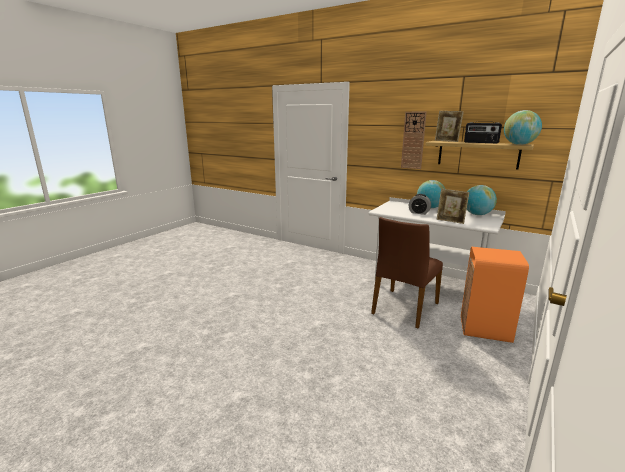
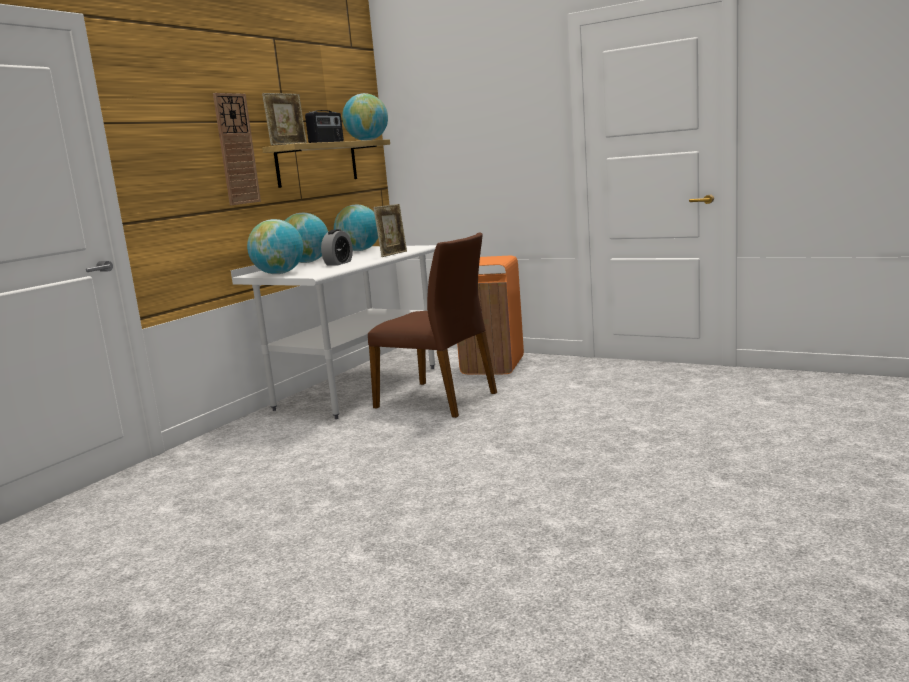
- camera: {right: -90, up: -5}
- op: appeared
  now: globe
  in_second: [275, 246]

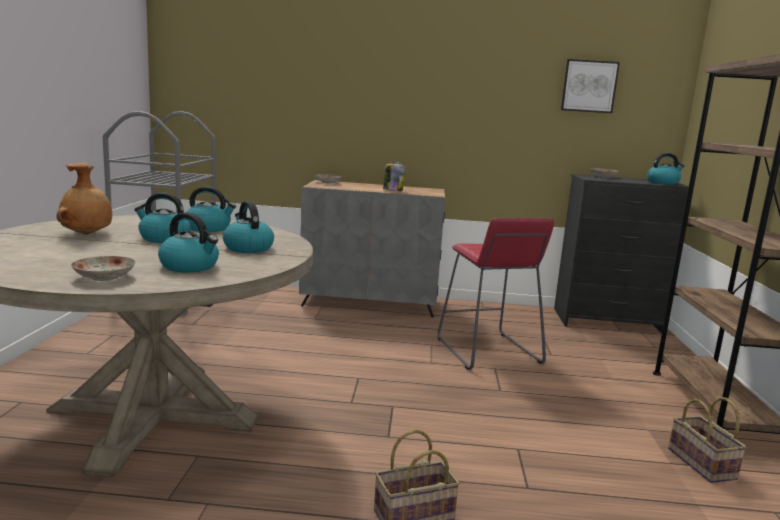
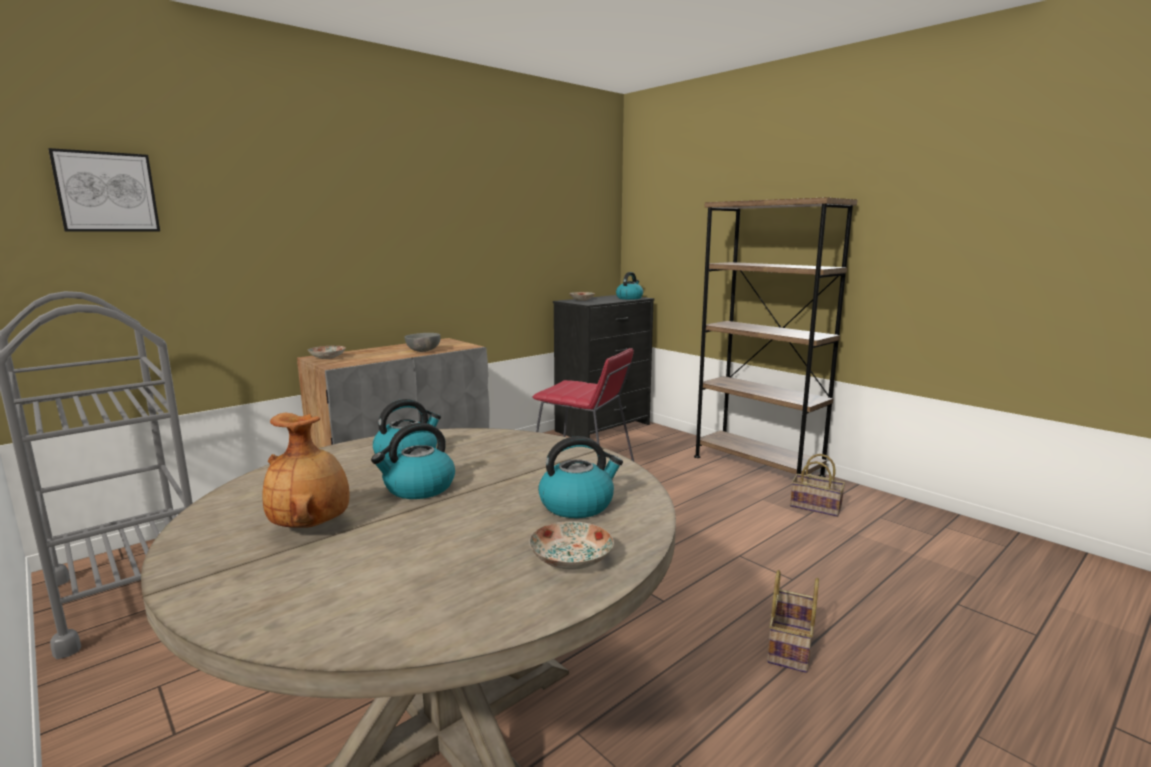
- camera: {right: -45, up: 0}
- op: missing
  was: kettle
  in_first: [248, 227]
- op: exchanged
  was: preserve jar
  now: bowl (gray)
  in_first: [394, 176]
  in_second: [423, 342]
- op: relocated
  was: wall picture
  in_first: [590, 86]
  in_second: [104, 189]

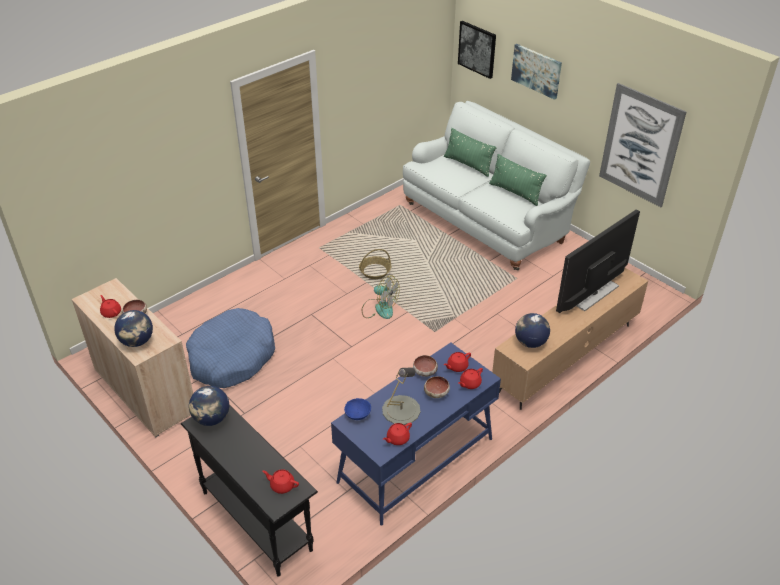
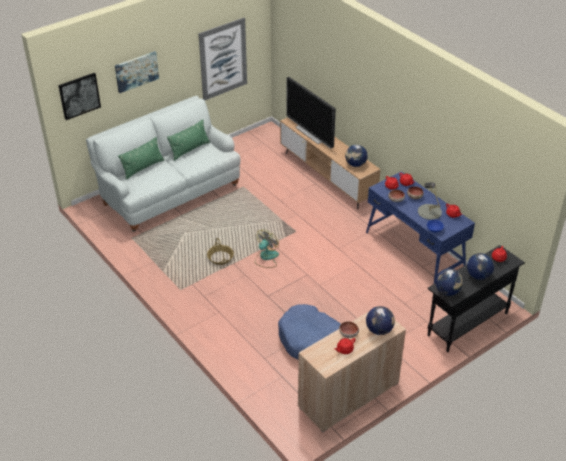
- camera: {right: -85, up: 0}
- op: appeared
  now: globe
  in_second: [480, 266]

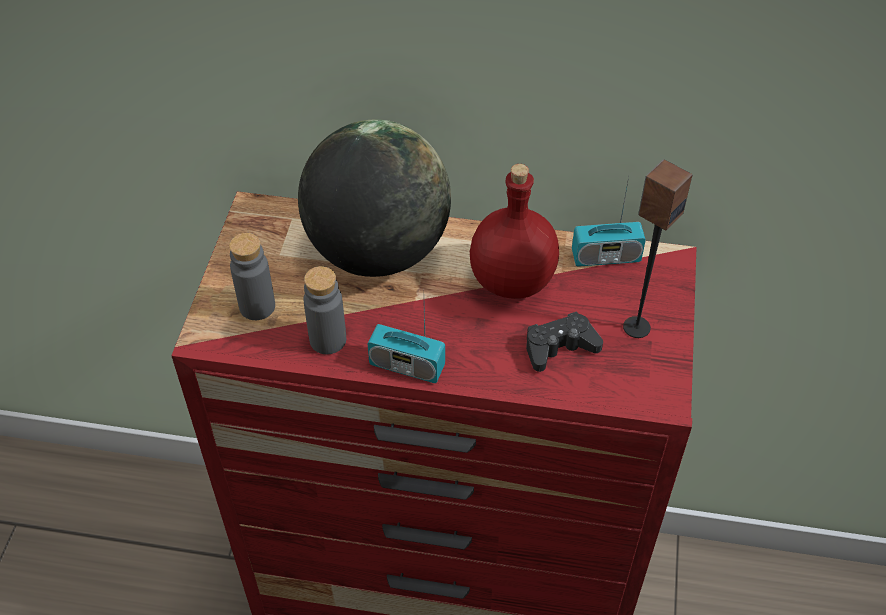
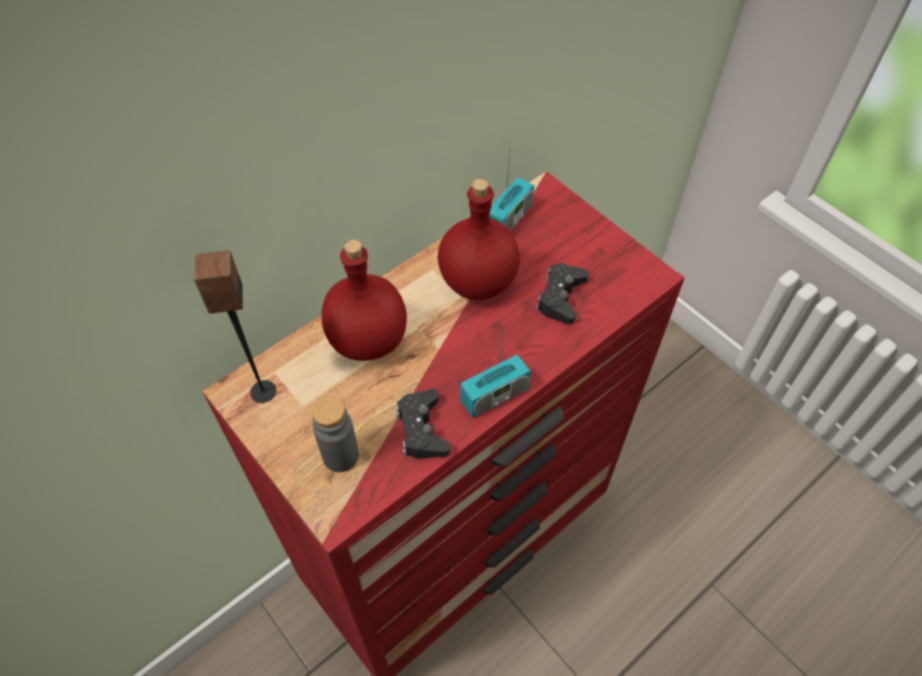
- camera: {right: -50, up: 5}
- op: exchanged
  was: globe
  now: bottle (red-coloured)
  in_first: [374, 198]
  in_second: [364, 300]
- op: exchanged
  was: bottle (gray)
  now: gamepad (blackish)
  in_first: [324, 310]
  in_second: [423, 424]
- op: relocated
  was: loudspeaker
  in_first: [657, 248]
  in_second: [235, 326]

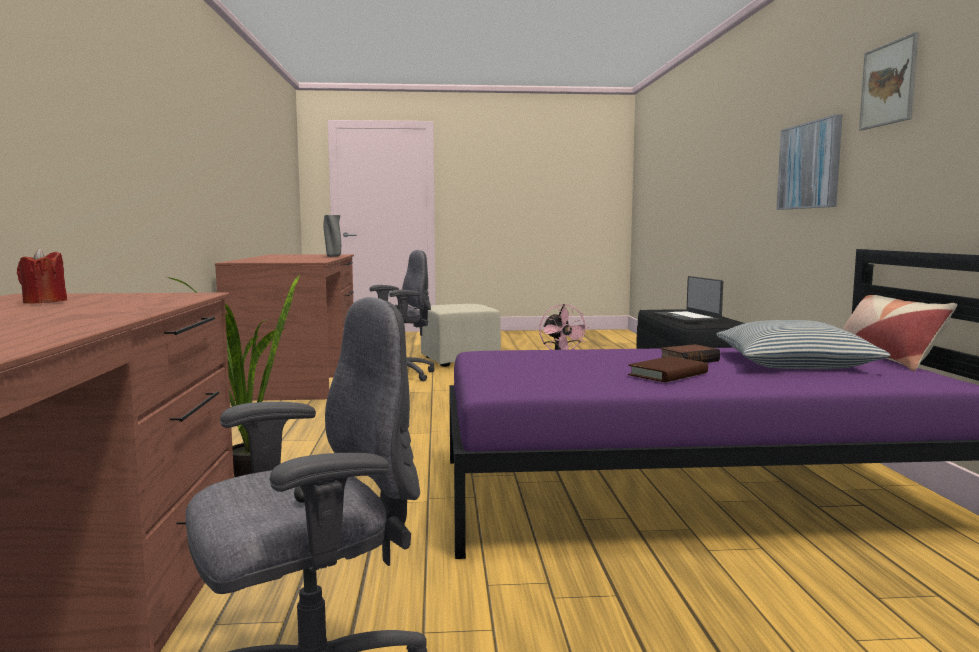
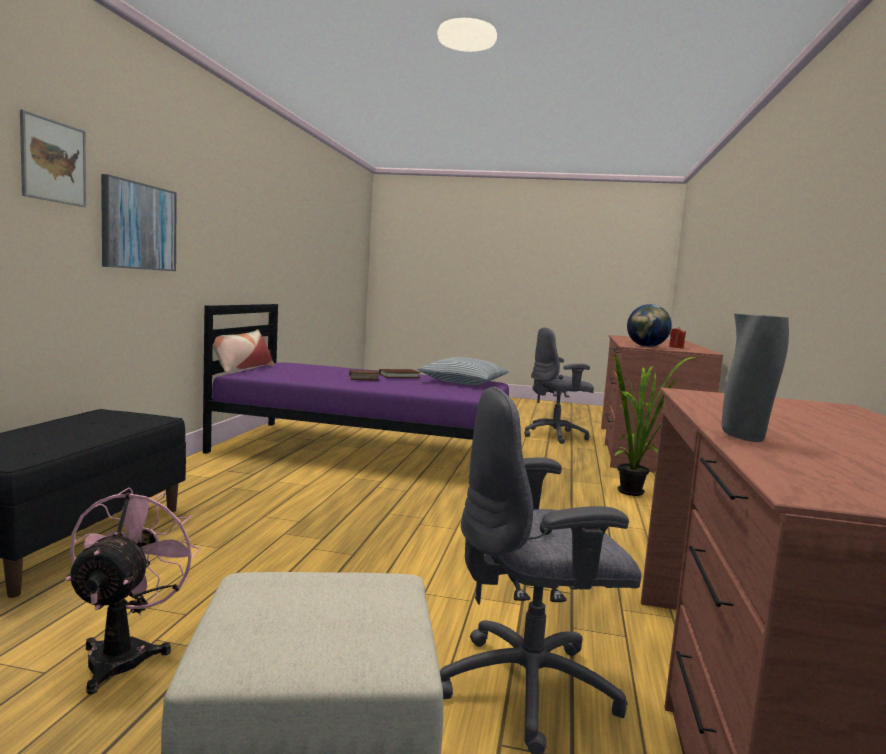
- camera: {right: -165, up: 0}
- op: missing
  was: laptop
  in_first: [689, 299]
- op: relocated
  was: throw pillow
  in_first: [803, 344]
  in_second: [463, 371]
- op: relocated
  was: wall picture
  in_first: [889, 81]
  in_second: [53, 158]
- op: appeared
  now: globe
  in_second: [649, 325]

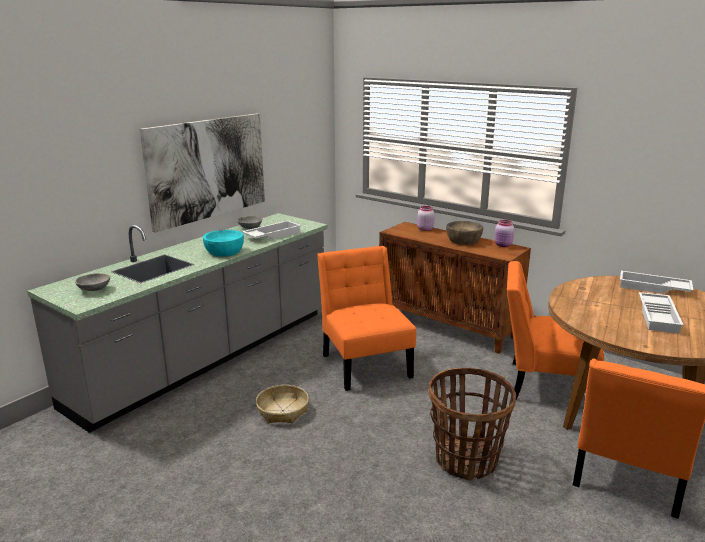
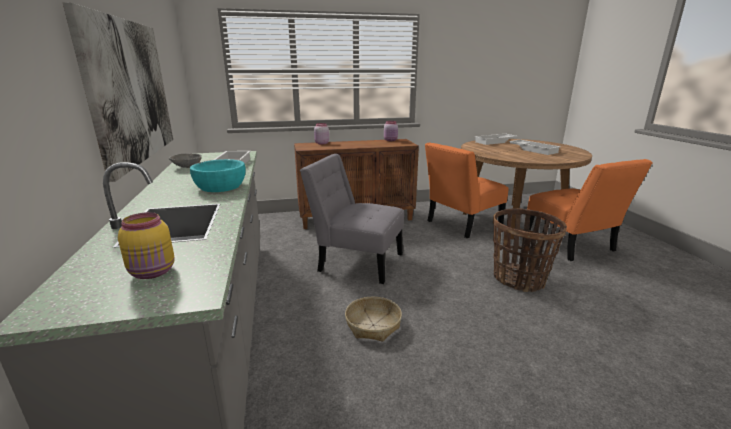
- camera: {right: -50, up: 0}
- op: exchanged
  was: bowl (gray)
  now: preserve jar (yellow)
  in_first: [92, 282]
  in_second: [146, 245]
- op: colour
  was: upright chair (orange-coloured)
  now: upright chair (gray)
  in_first: [366, 318]
  in_second: [352, 219]
- op: missing
  was: bowl (brownish)
  in_first: [464, 233]

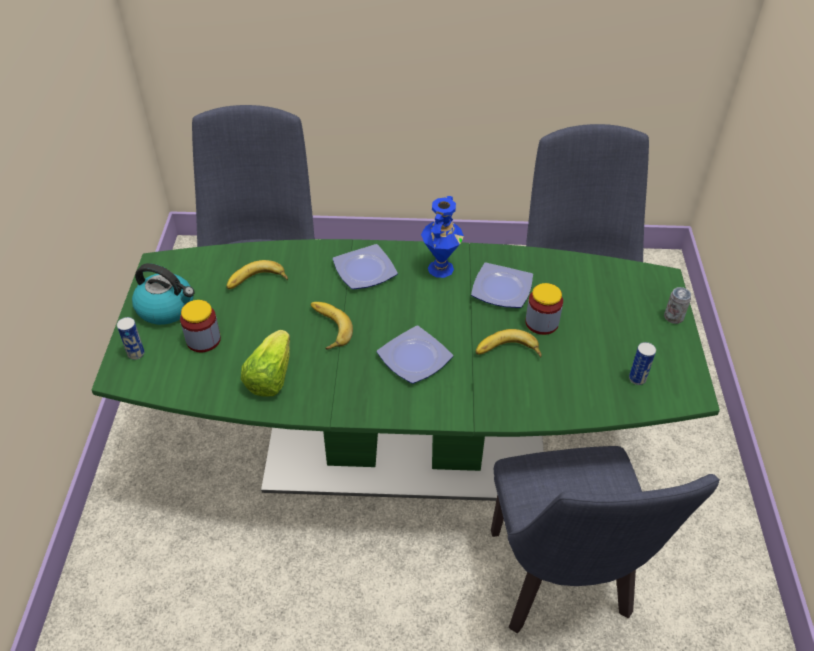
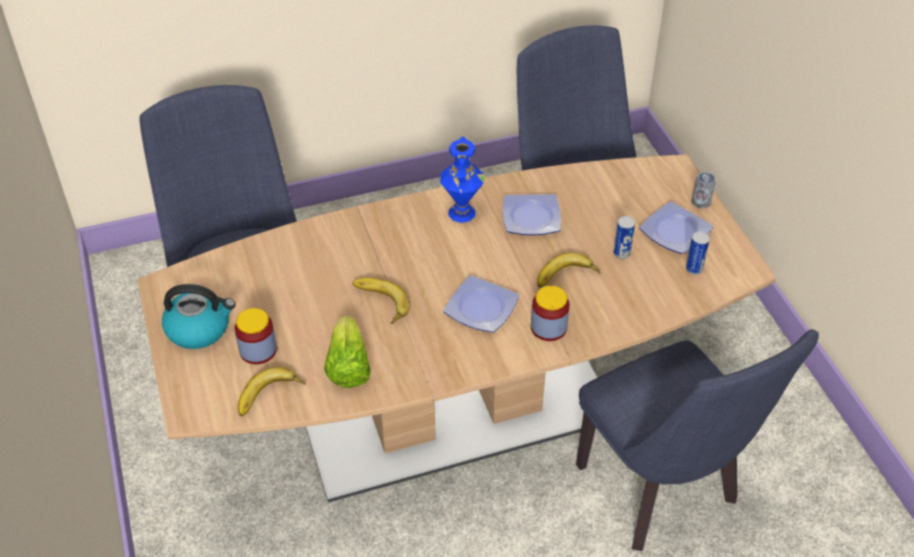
- camera: {right: -20, up: 0}
- op: colour
  was: kitchen table (greenish)
  now: kitchen table (brownish)
  in_first: [405, 370]
  in_second: [456, 328]
- op: relocated
  was: can
  in_first: [131, 338]
  in_second: [624, 237]
- op: relocated
  was: banana fruit
  in_first: [257, 274]
  in_second: [271, 392]
- op: relocated
  was: flat dish
  in_first: [365, 266]
  in_second: [676, 227]
- op: relocated
  was: preserve jar
  in_first: [544, 309]
  in_second: [550, 313]

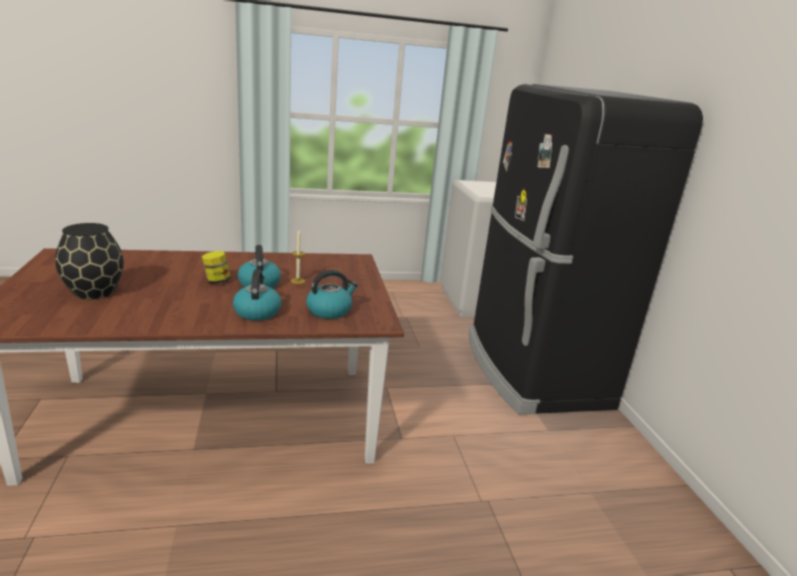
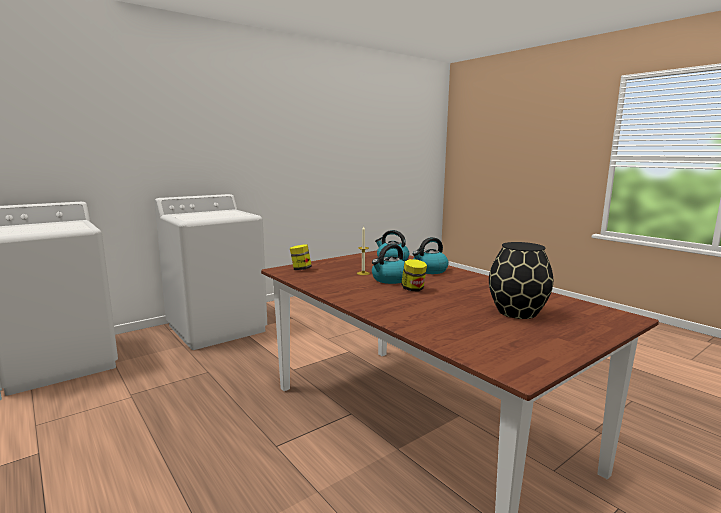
- camera: {right: -115, up: -10}
- op: exchanged
  was: refrigerator (blackish)
  now: laundry appliance (white-coloured)
  in_first: [585, 249]
  in_second: [210, 272]
- op: appeared
  now: preserve jar
  in_second: [301, 257]

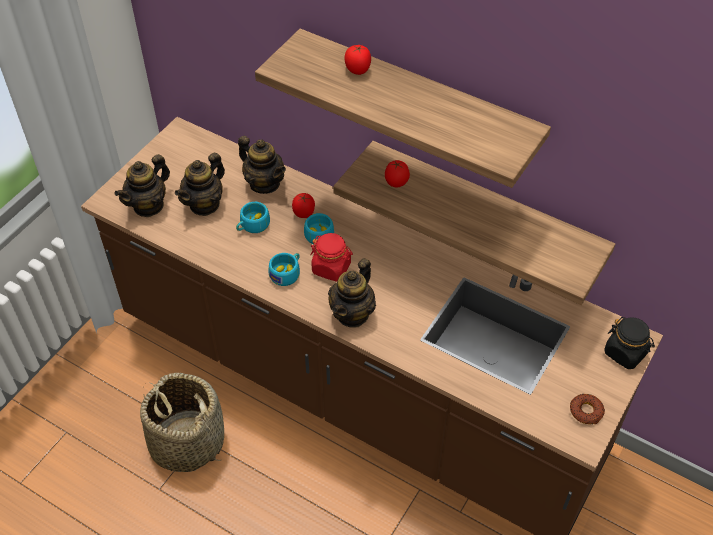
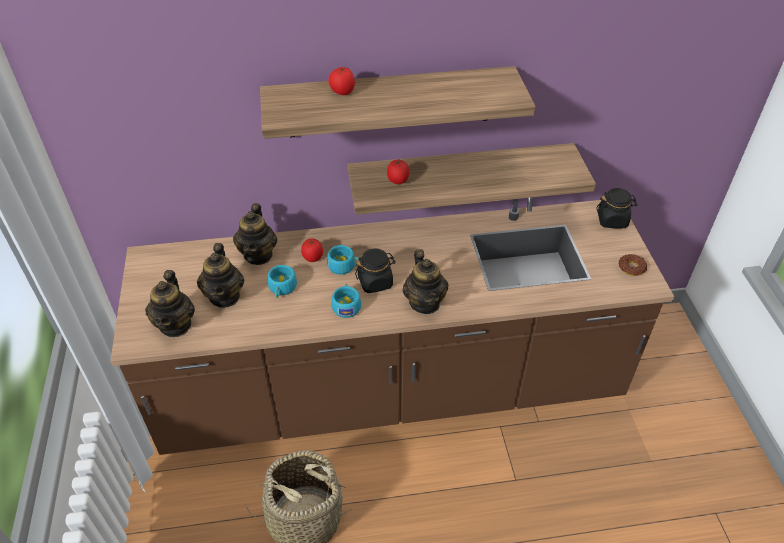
- camera: {right: -40, up: -5}
- op: spun
  was: pot for tea
  in_first: [262, 165]
  in_second: [255, 234]
  clockwise: 90
- op: colour
  was: preserve jar (red-coloured)
  now: preserve jar (blackish)
  in_first: [331, 257]
  in_second: [375, 270]

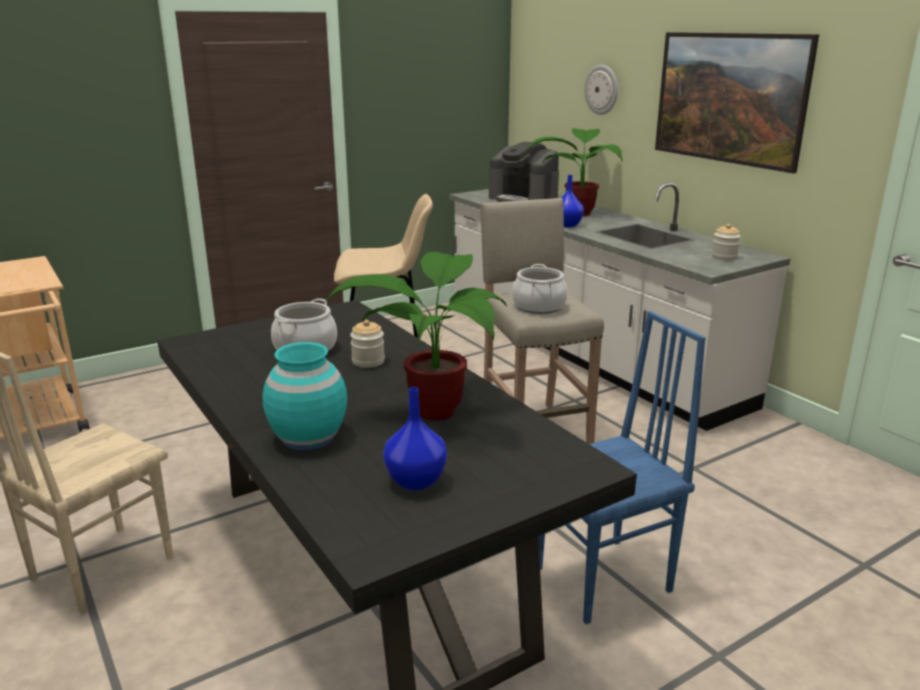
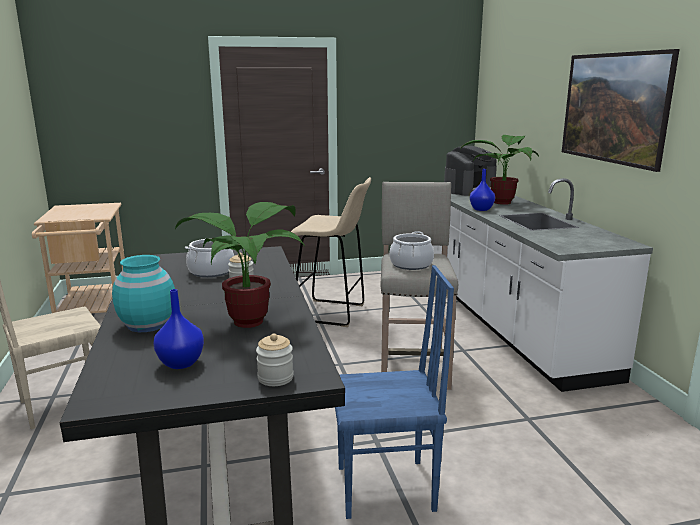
- camera: {right: 20, up: -5}
- op: spun
  was: coffee machine
  in_first: [524, 172]
  in_second: [470, 171]
  clockwise: -105
- op: missing
  was: hanging clock
  in_first: [601, 90]
- op: relocated
  was: preserve jar
  in_first: [726, 242]
  in_second: [274, 359]

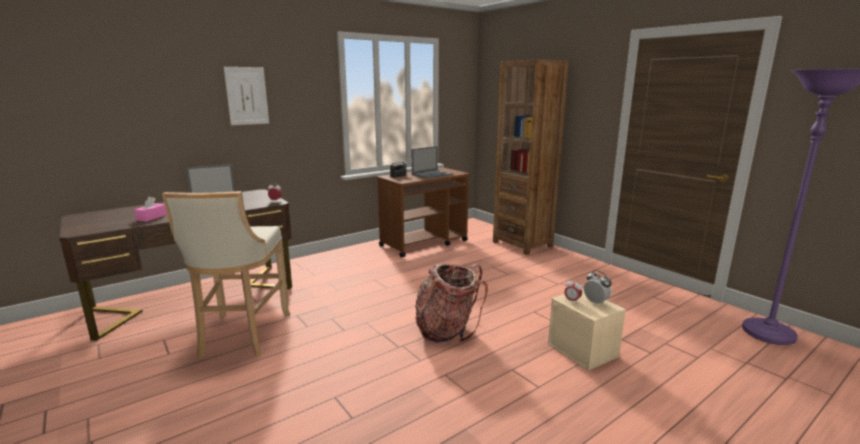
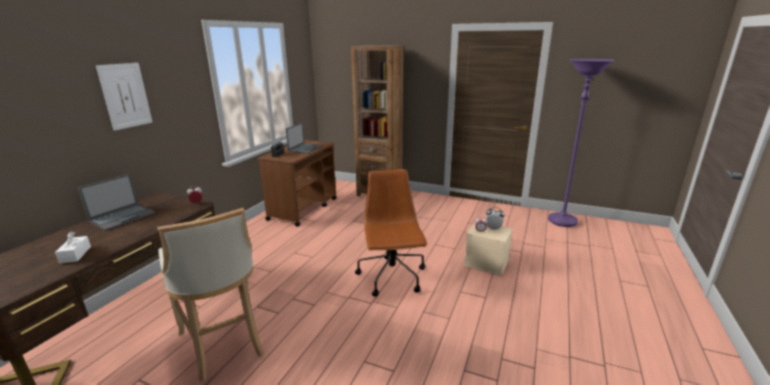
- camera: {right: -30, up: 5}
- op: colour
  was: box of tissues (pink-coloured)
  now: box of tissues (white-coloured)
  in_first: [150, 209]
  in_second: [73, 248]
- op: exchanged
  was: backpack
  now: desk chair (brownish)
  in_first: [451, 303]
  in_second: [391, 233]

